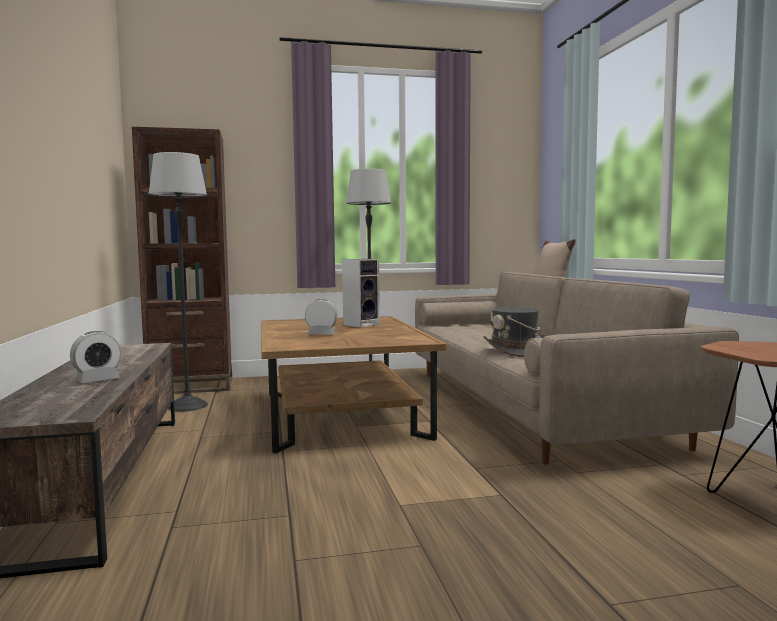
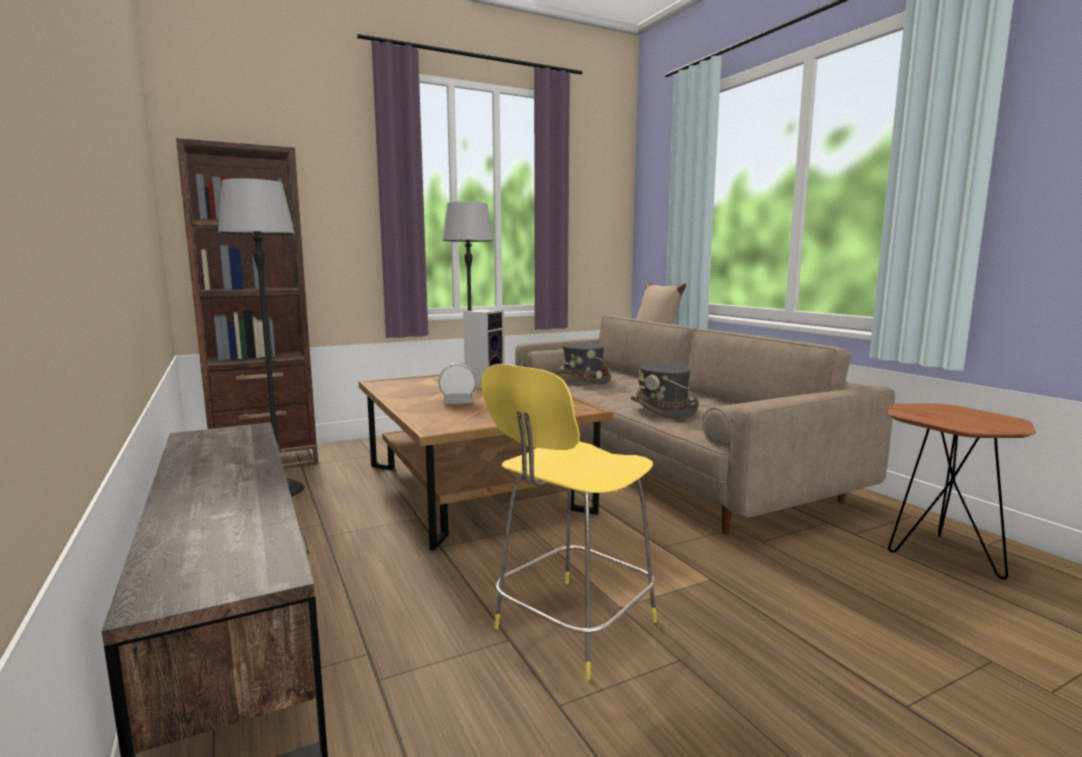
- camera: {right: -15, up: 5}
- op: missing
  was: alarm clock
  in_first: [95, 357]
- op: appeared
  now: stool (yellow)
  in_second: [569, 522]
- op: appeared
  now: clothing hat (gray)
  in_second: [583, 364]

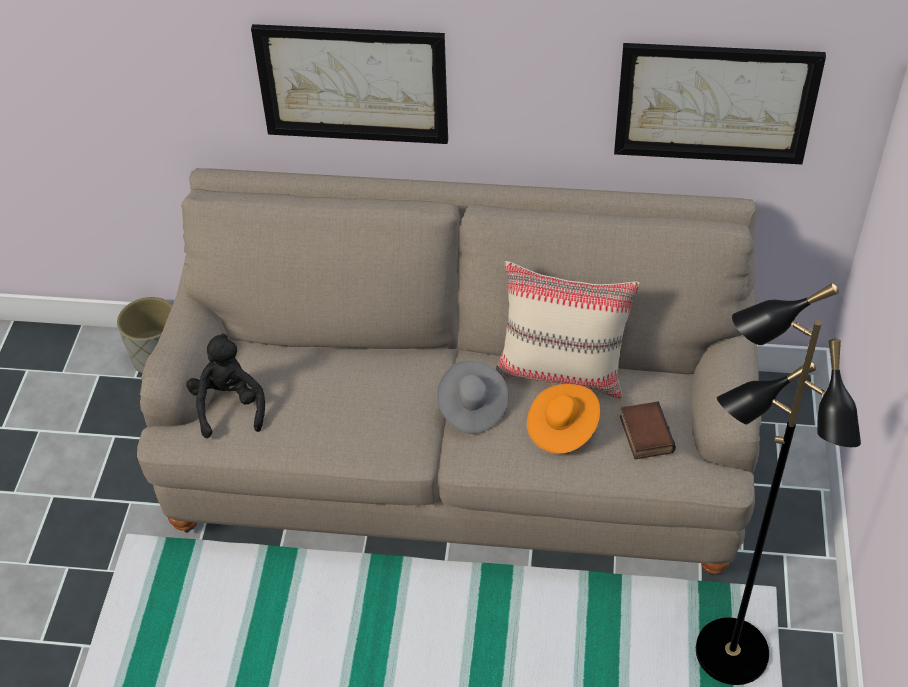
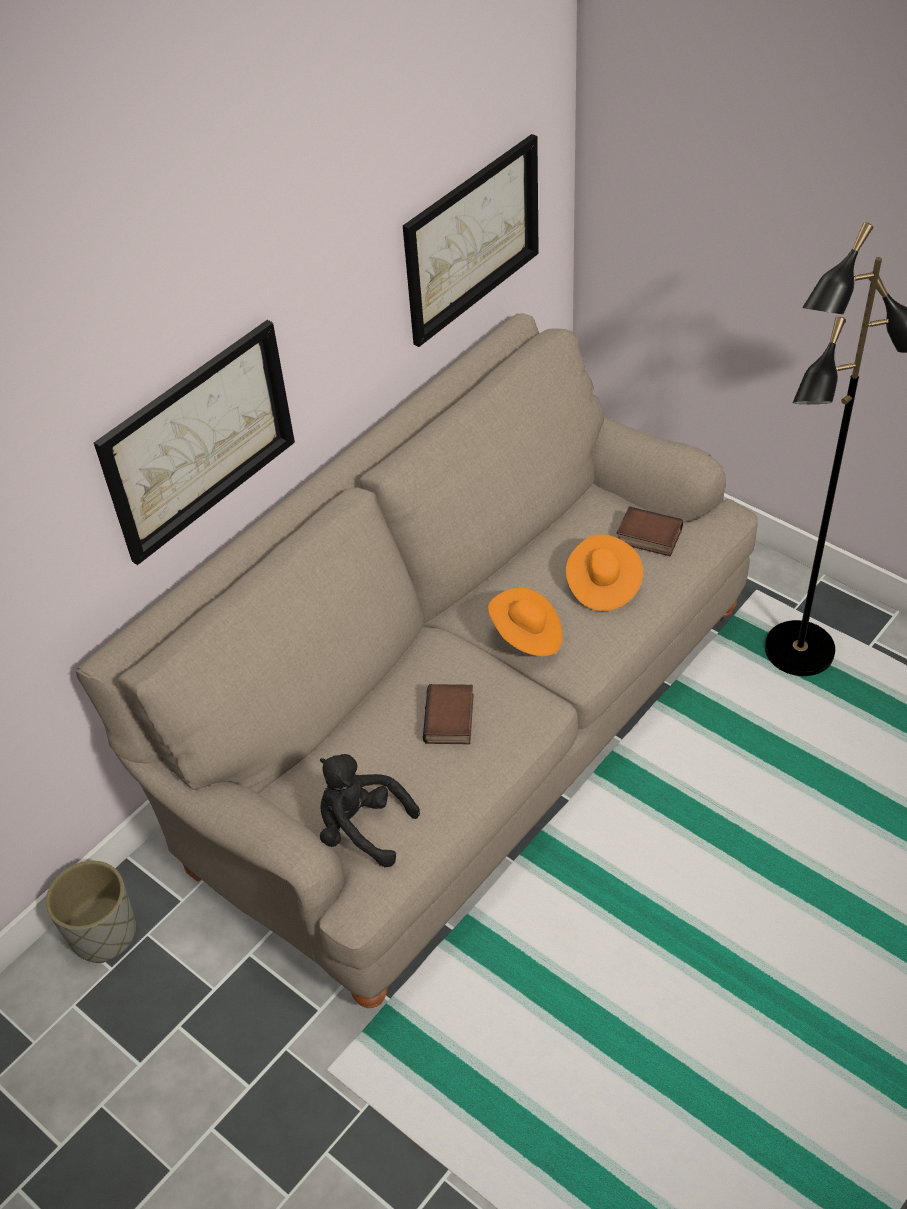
- camera: {right: -55, up: 0}
- op: colour
  was: clothing hat (gray)
  now: clothing hat (orange-coloured)
  in_first: [473, 397]
  in_second: [525, 622]
- op: missing
  was: throw pillow (sand-coloured)
  in_first: [568, 330]
- op: appeared
  now: book
  in_second: [448, 714]

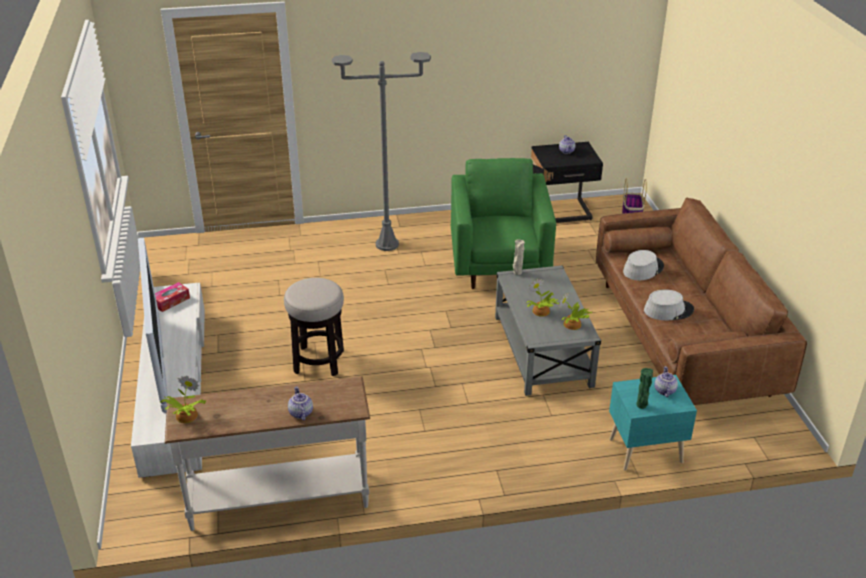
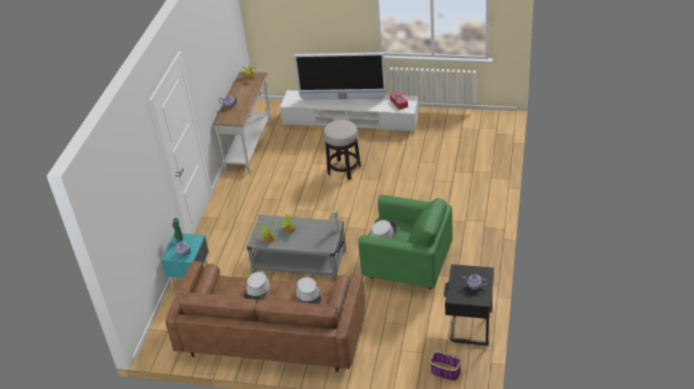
- camera: {right: 115, up: 5}
- op: missing
  was: floor lamp (gray)
  in_first: [381, 151]
- op: appeared
  now: clothing hat (gray)
  in_second: [383, 230]

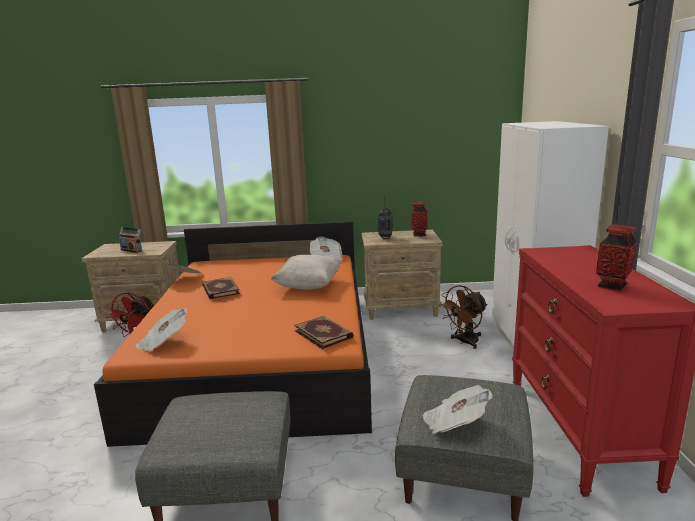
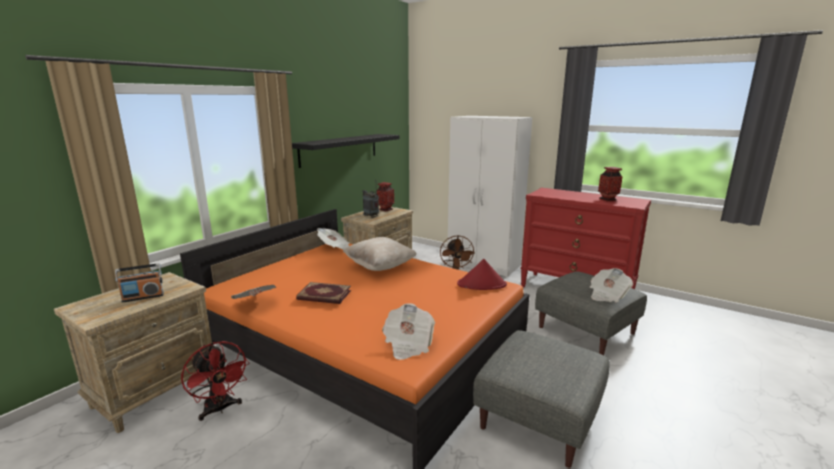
- camera: {right: -55, up: 0}
- op: exchanged
  was: book
  now: clothing hat (red-coloured)
  in_first: [323, 332]
  in_second: [482, 274]
- op: appeared
  now: shelf (blackish)
  in_second: [346, 151]

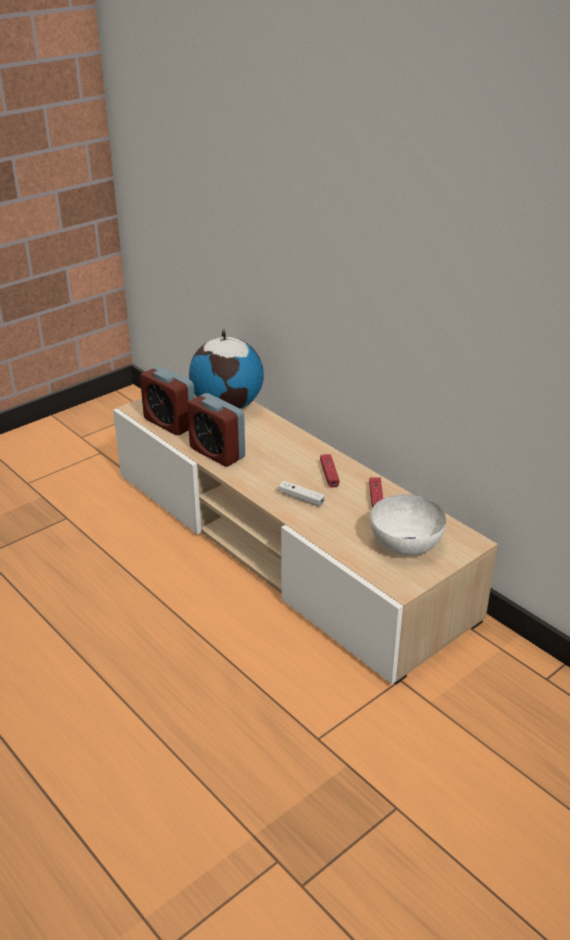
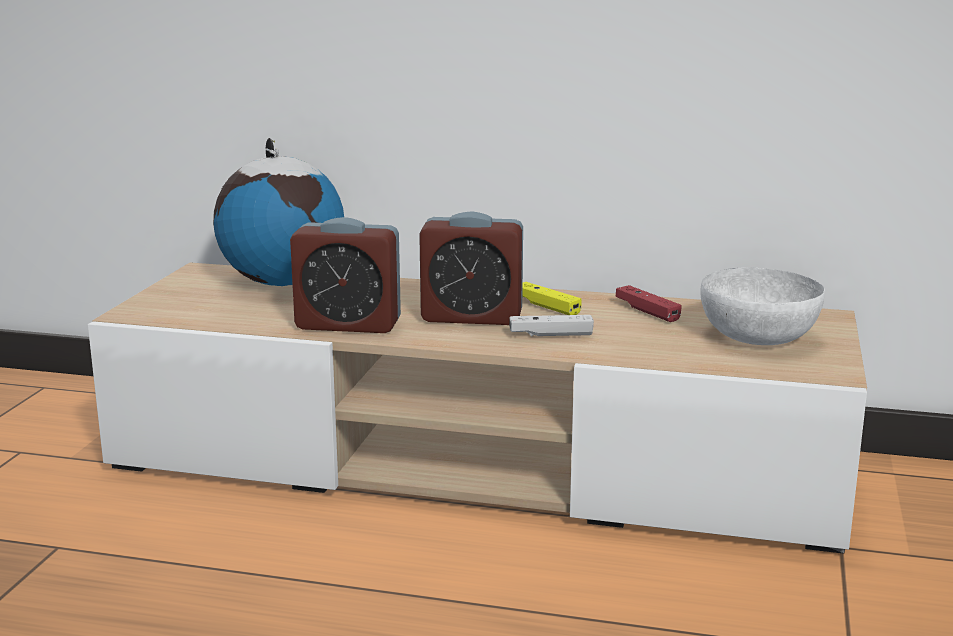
- camera: {right: -35, up: -15}
- op: relocated
  was: alarm clock
  in_first: [167, 400]
  in_second: [471, 268]
- op: colour
  was: gamepad (red-coloured)
  now: gamepad (yellow)
  in_first: [329, 471]
  in_second: [552, 298]

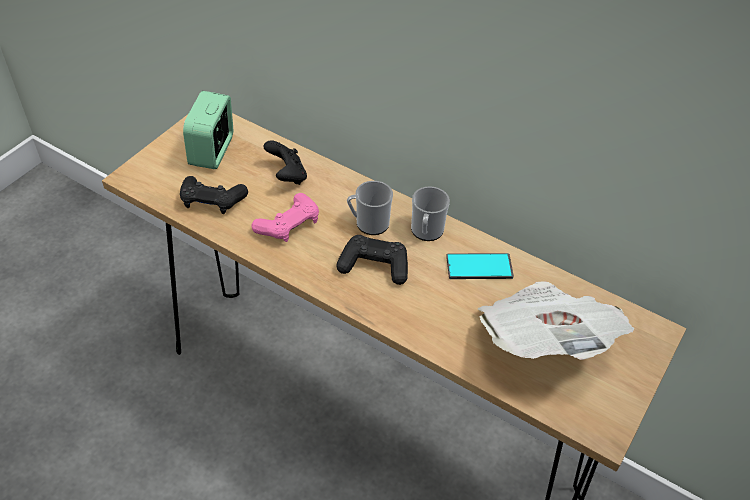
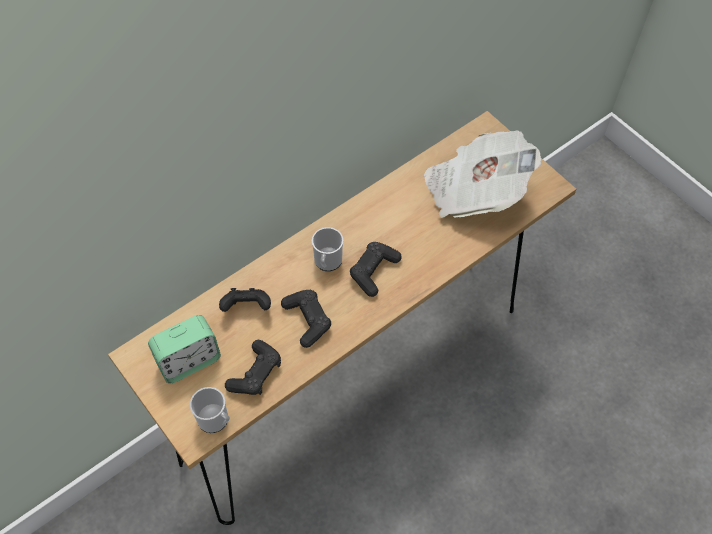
- camera: {right: -70, up: 10}
- op: spun
  was: alarm clock
  in_first: [208, 130]
  in_second: [184, 349]
  clockwise: -60
- op: colour
  was: gamepad (pink-coloured)
  now: gamepad (blackish)
  in_first: [285, 217]
  in_second: [306, 319]
- op: relocated
  was: coffee mug
  in_first: [430, 213]
  in_second: [210, 410]
- op: missing
  was: telephone
  in_first: [480, 266]

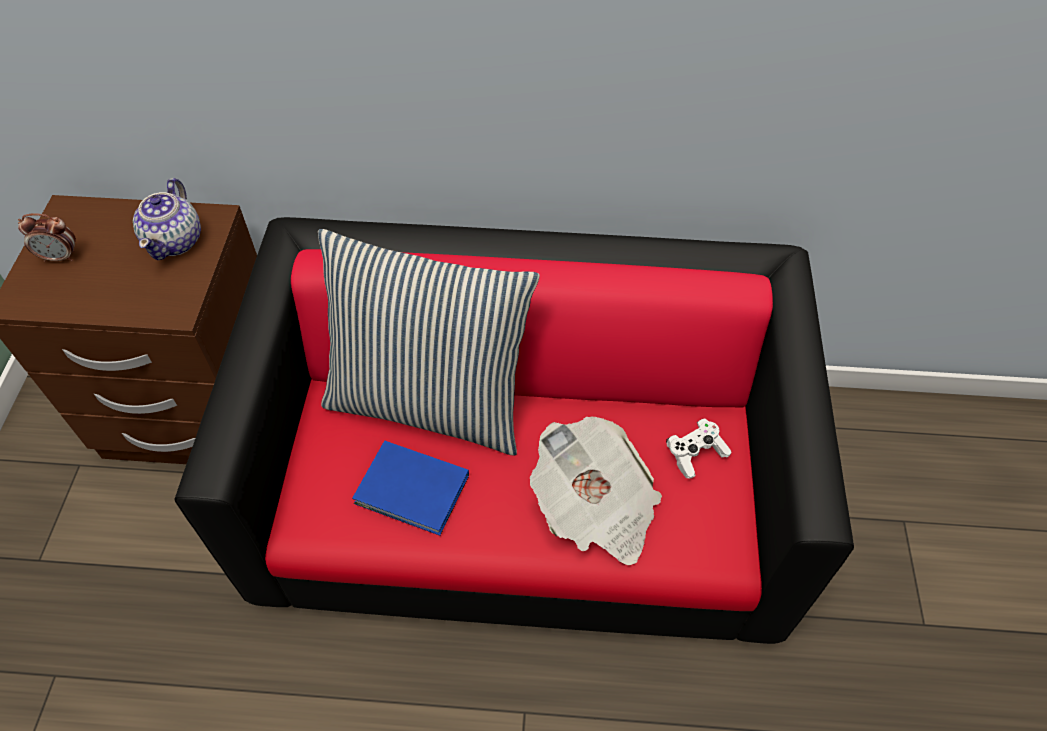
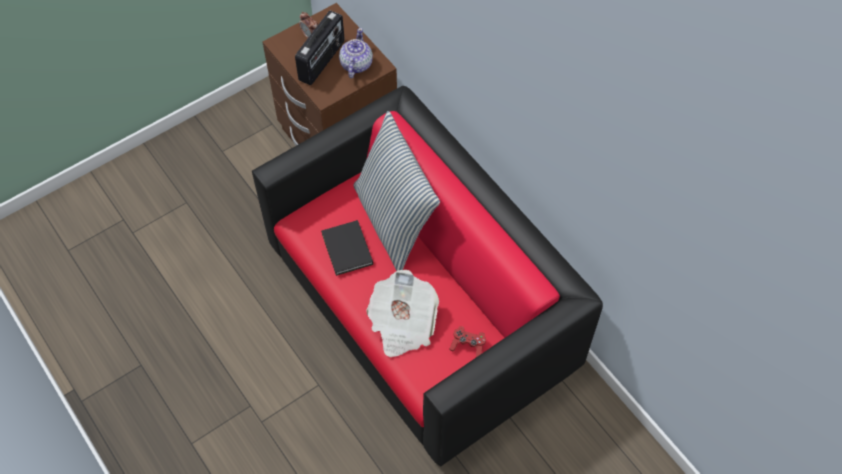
- camera: {right: 50, up: 5}
- op: spun
  was: pot for tea
  in_first: [167, 219]
  in_second: [356, 53]
  clockwise: 135
- op: colour
  was: book (blue)
  now: book (blackish)
  in_first: [410, 488]
  in_second: [347, 248]
- op: colour
  was: gamepad (white-coloured)
  now: gamepad (red-coloured)
  in_first: [698, 449]
  in_second: [468, 341]
- op: appeared
  now: radio set
  in_second: [320, 48]

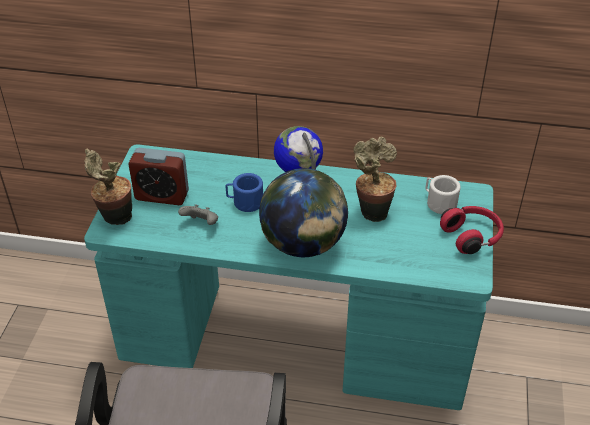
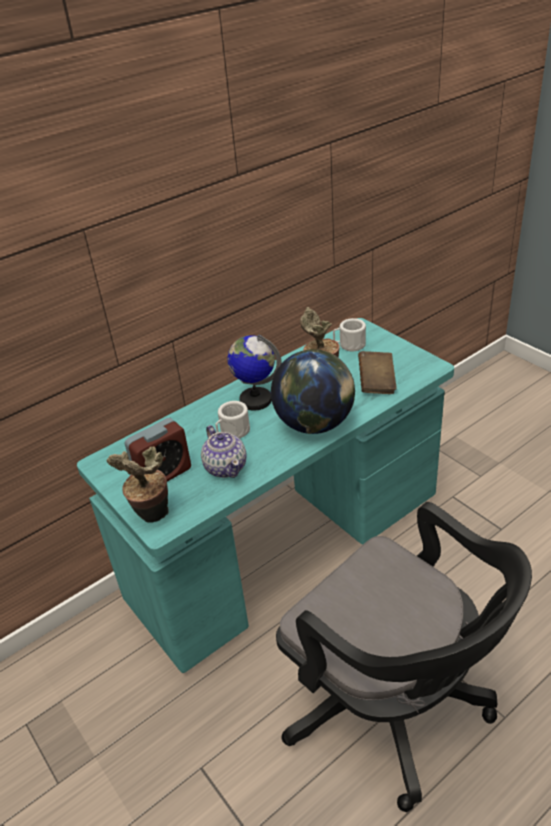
- camera: {right: -45, up: -5}
- op: exchanged
  was: gamepad (gray)
  now: pot for tea
  in_first: [198, 214]
  in_second: [224, 451]
- op: colour
  was: coffee mug (blue)
  now: coffee mug (white-coloured)
  in_first: [244, 192]
  in_second: [233, 420]
- op: missing
  was: pair of headphones (red-coloured)
  in_first: [472, 230]
- op: appeared
  now: book (brownish)
  in_second: [377, 372]

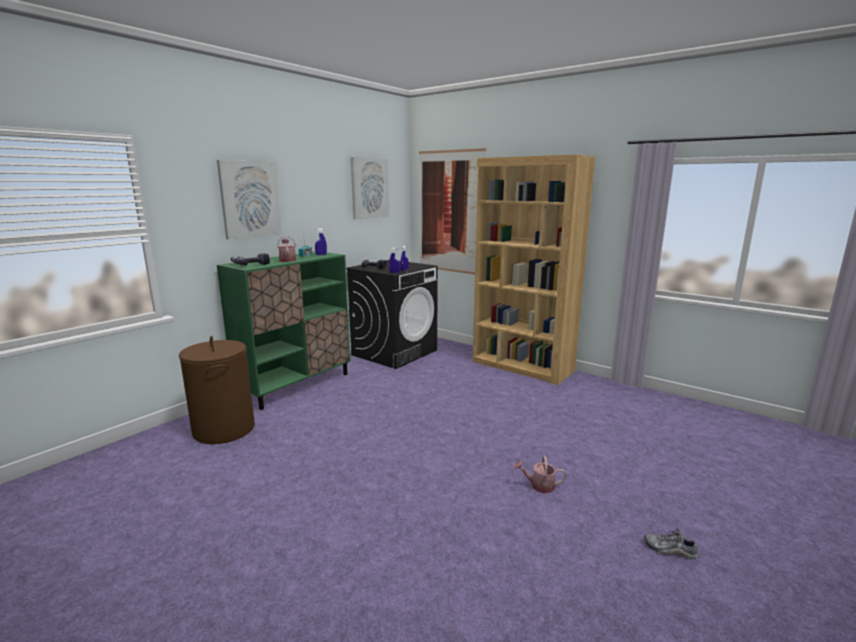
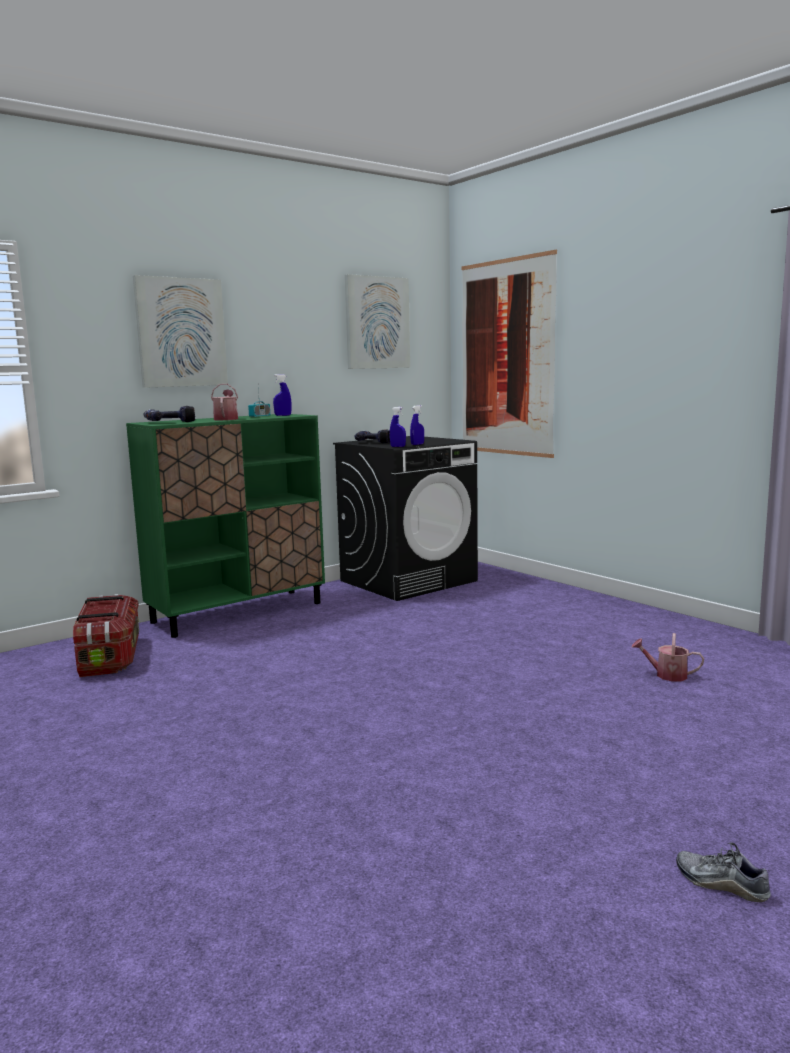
- camera: {right: 15, up: -5}
- op: exchanged
  was: washing basket (brownish)
  now: storage container
  in_first: [217, 390]
  in_second: [106, 635]
- op: missing
  was: bookcase (brownish)
  in_first: [534, 269]
- op: relocated
  was: watering can
  in_first: [540, 474]
  in_second: [667, 657]

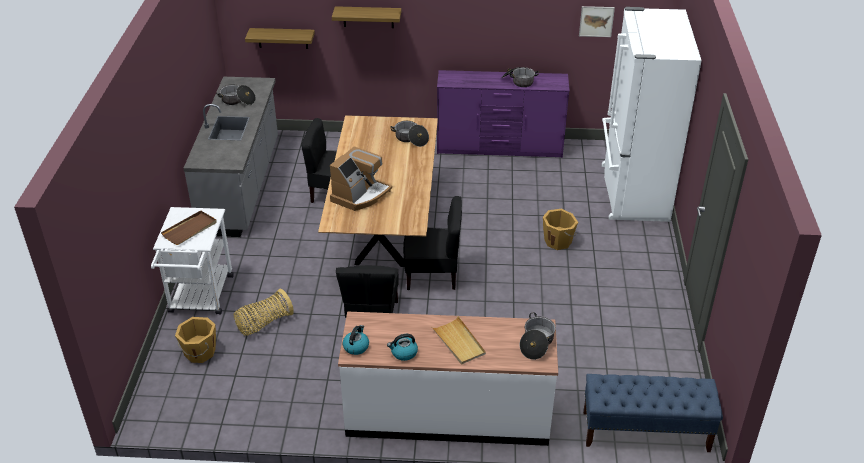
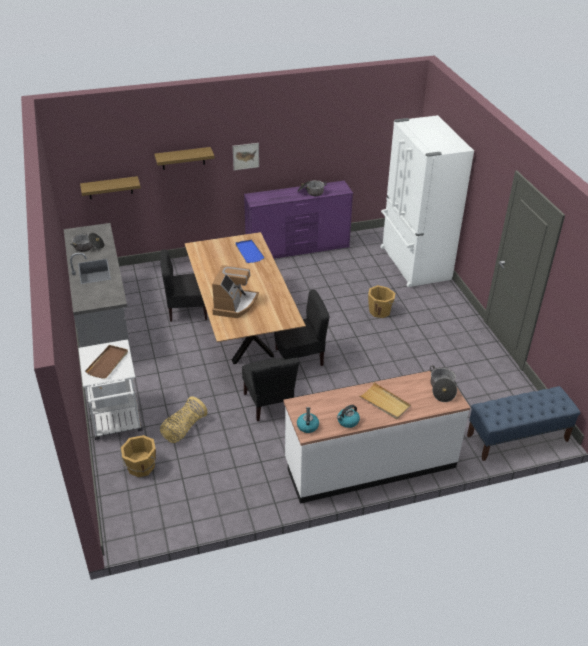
- camera: {right: -20, up: 0}
- op: exchanged
  was: saucepot
  now: serving tray (blue)
  in_first: [409, 134]
  in_second: [250, 251]
- op: relocated
  was: wall picture
  in_first: [597, 21]
  in_second: [246, 156]

